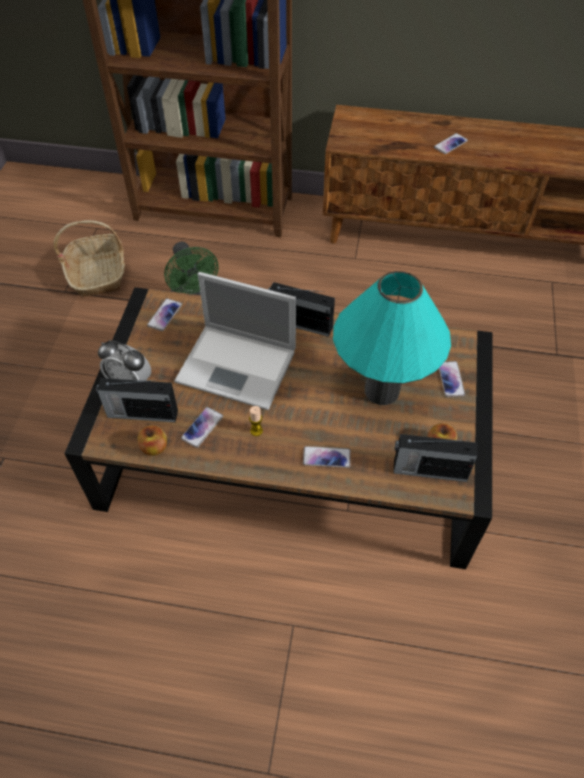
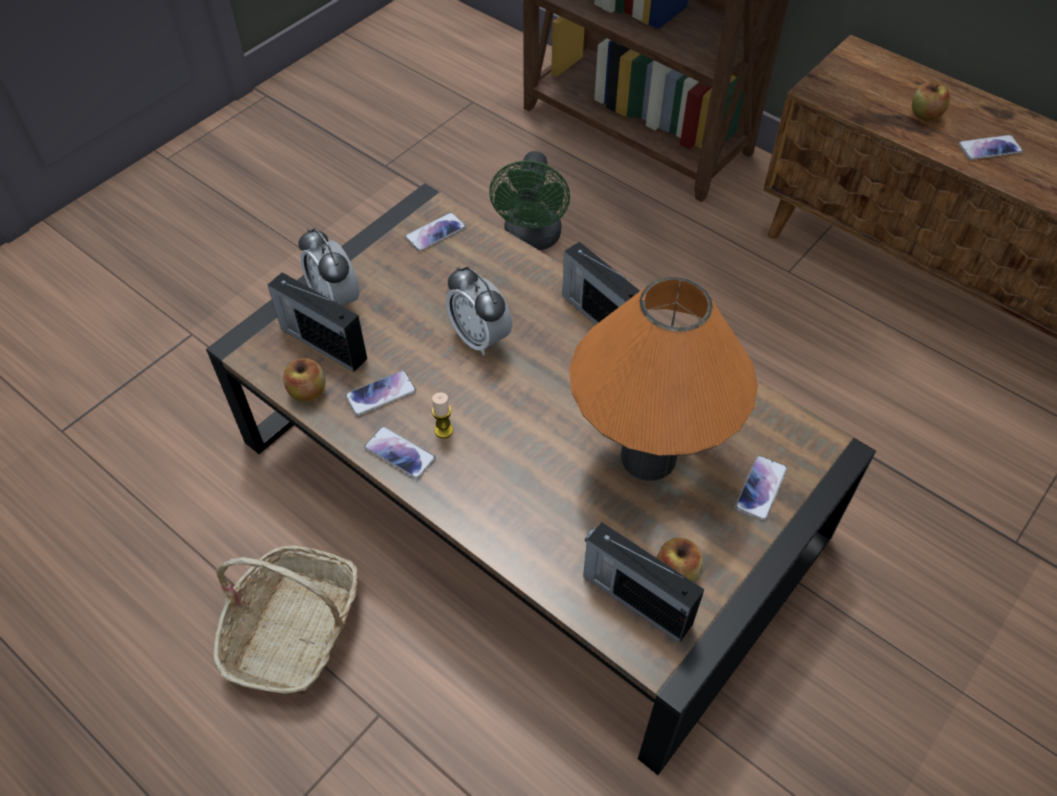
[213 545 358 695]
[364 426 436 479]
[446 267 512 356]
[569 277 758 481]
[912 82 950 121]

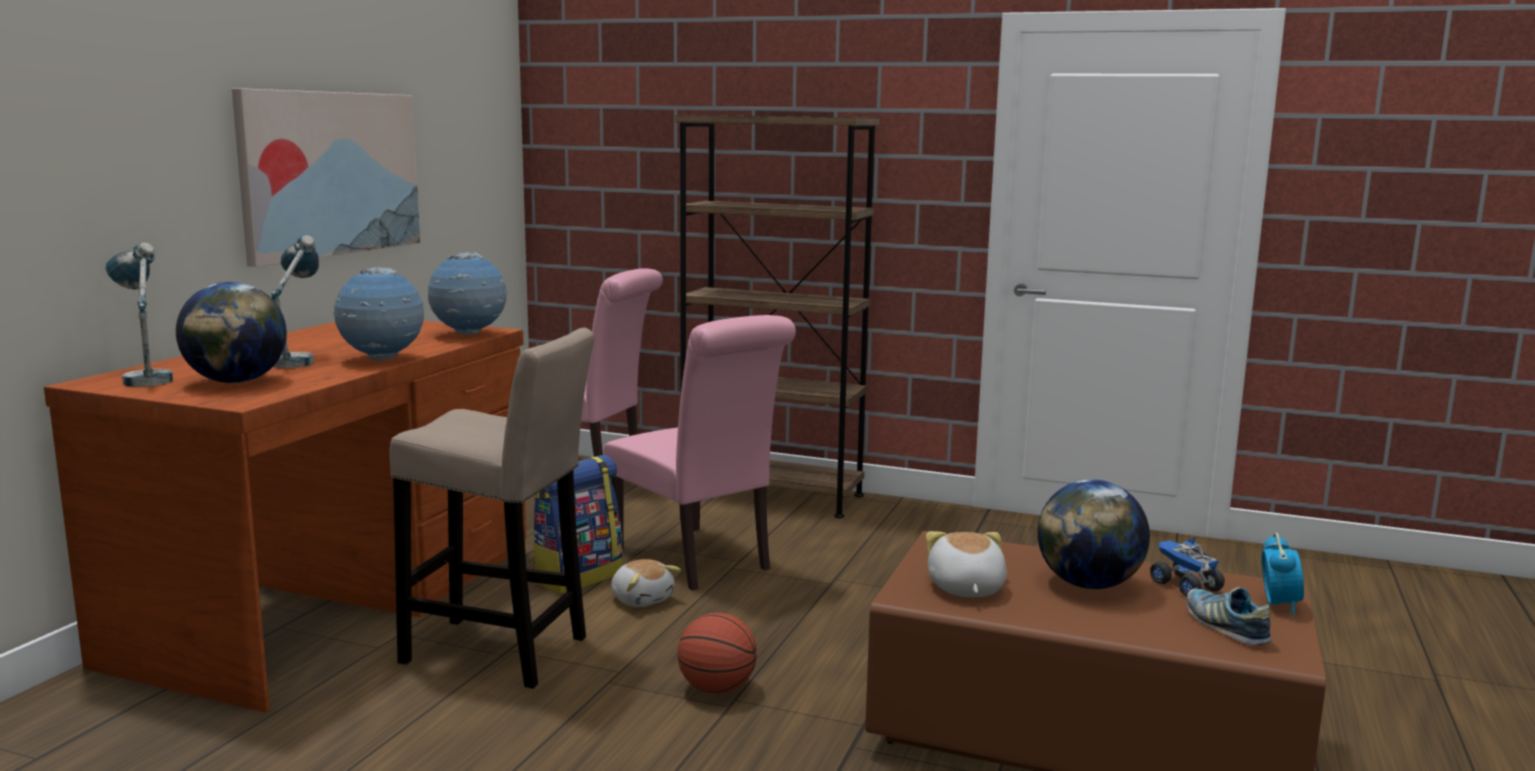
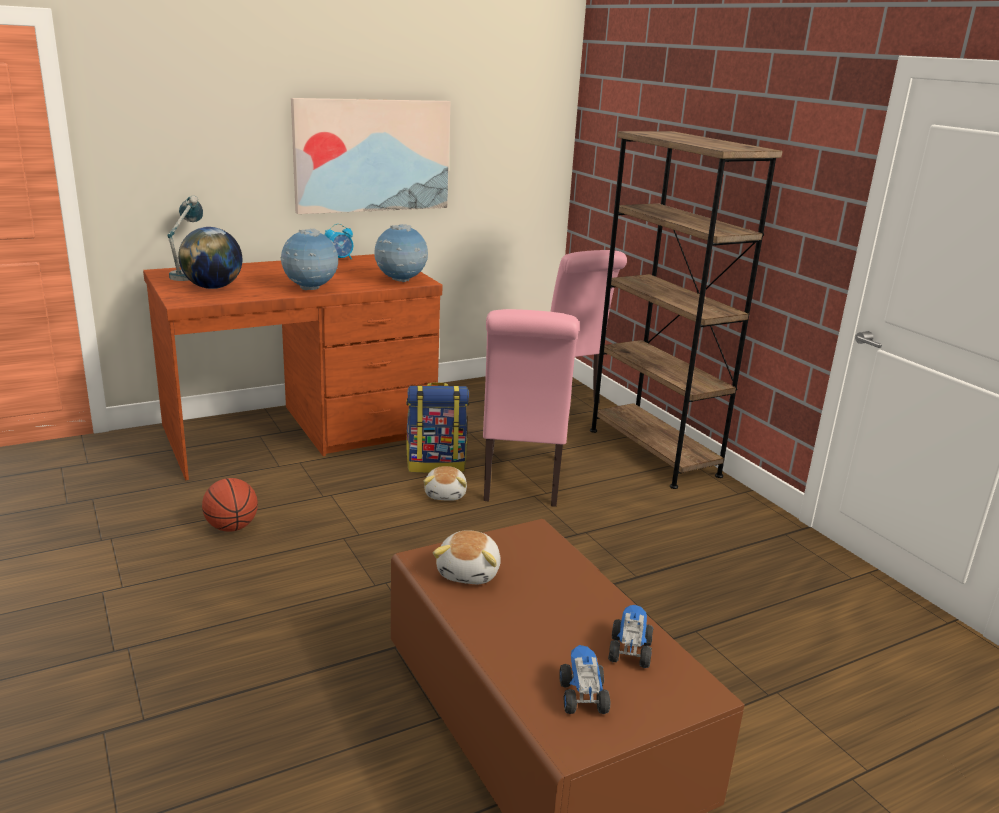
[202 478 258 532]
[325 224 353 260]
[433 530 501 584]
[559 645 611 714]
[271 235 319 368] (first image)
[389 328 595 689] (first image)
[1037 479 1150 589] (first image)

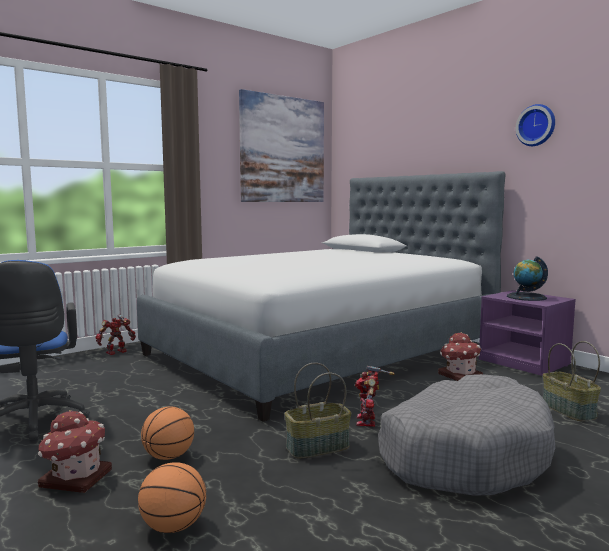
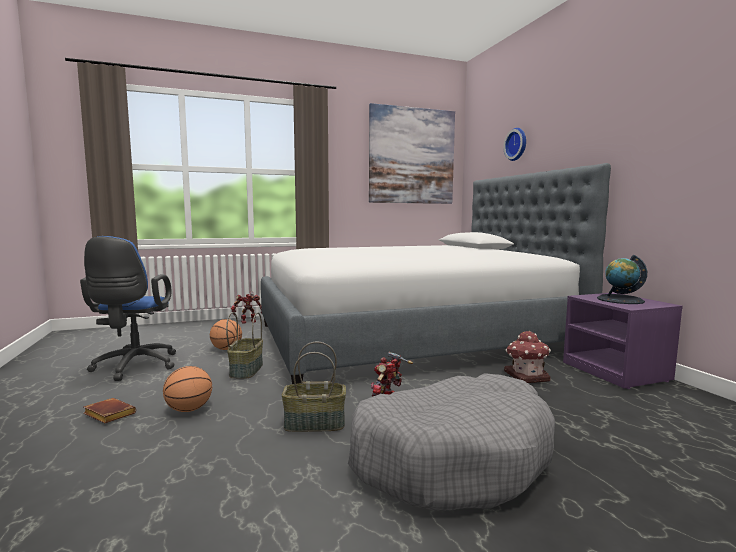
[84 398 136 424]
[210 319 242 350]
[226 312 263 379]
[503 128 526 161]

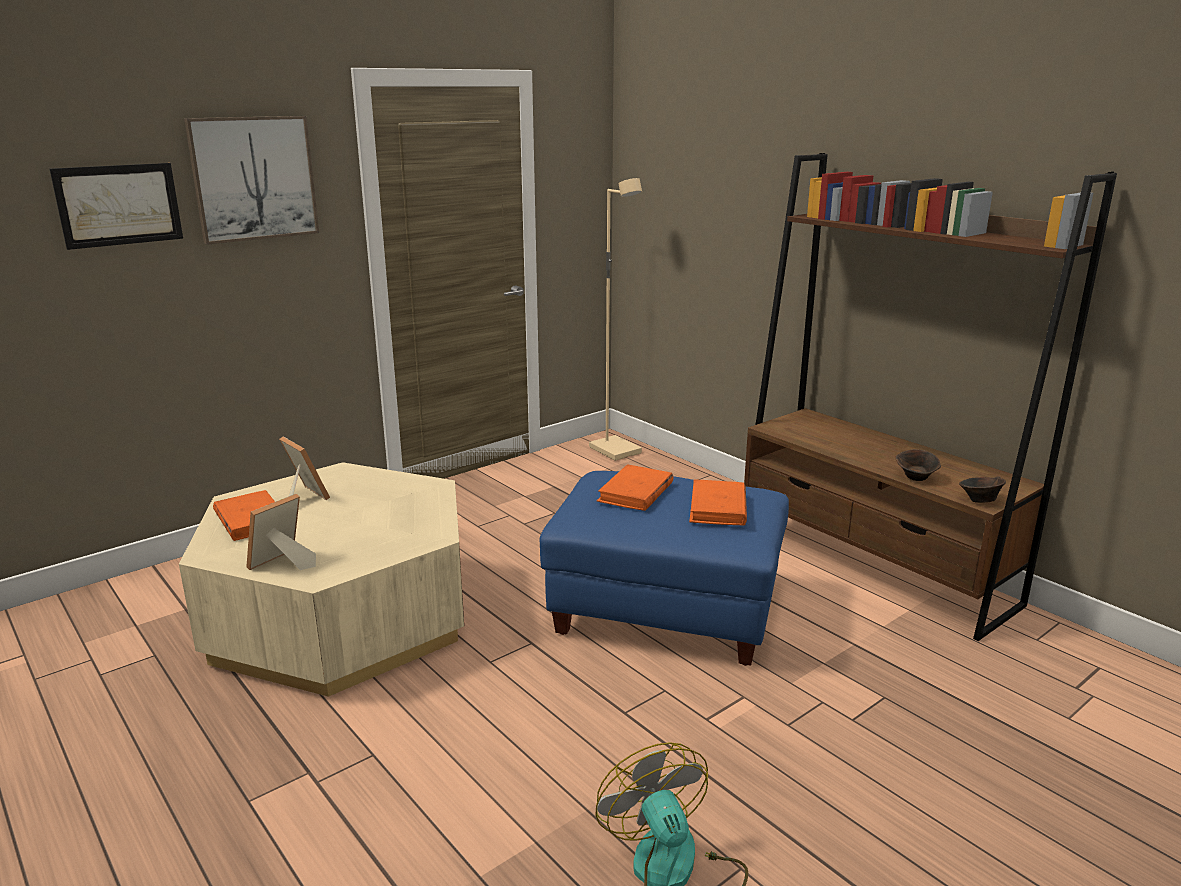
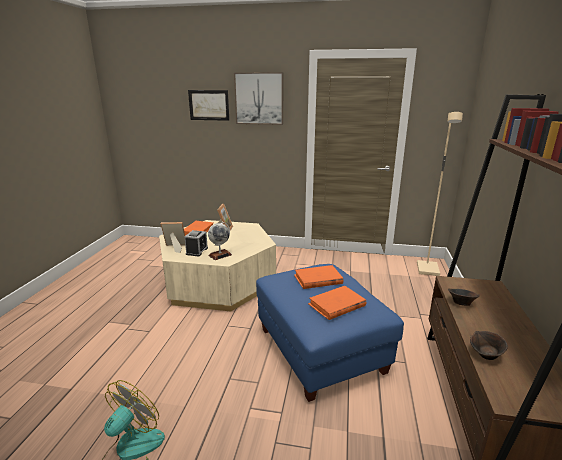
[184 230 208 256]
[208 222 232 260]
[448 289 480 306]

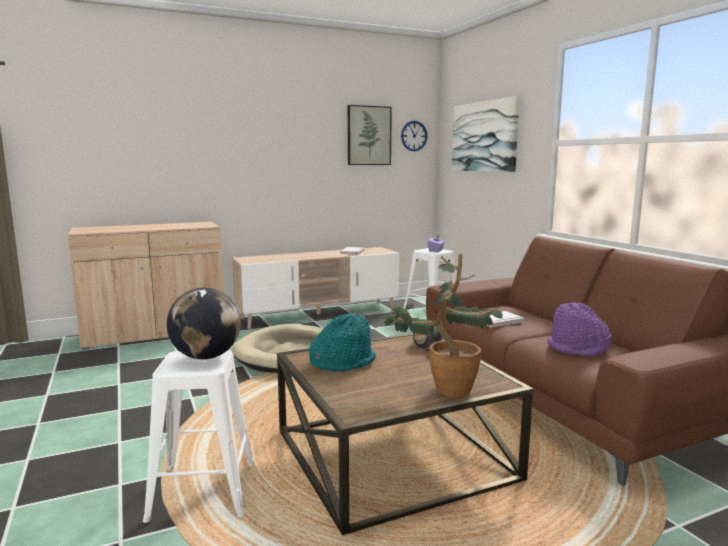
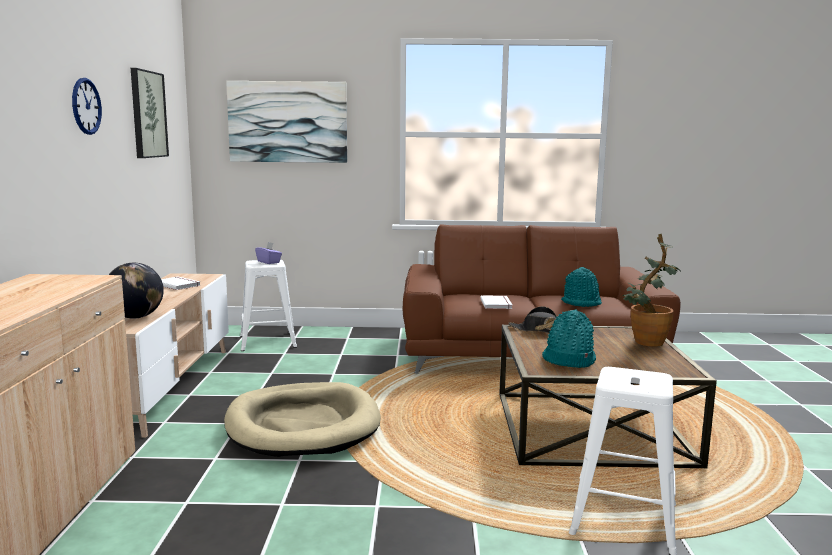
[72 78 102 135]
[109 263 164 319]
[561 267 602 307]

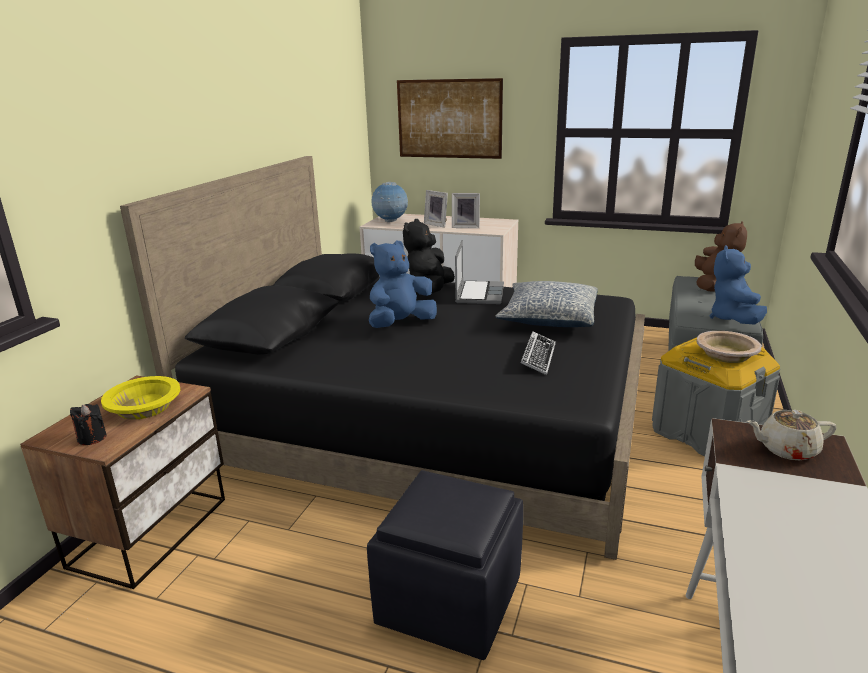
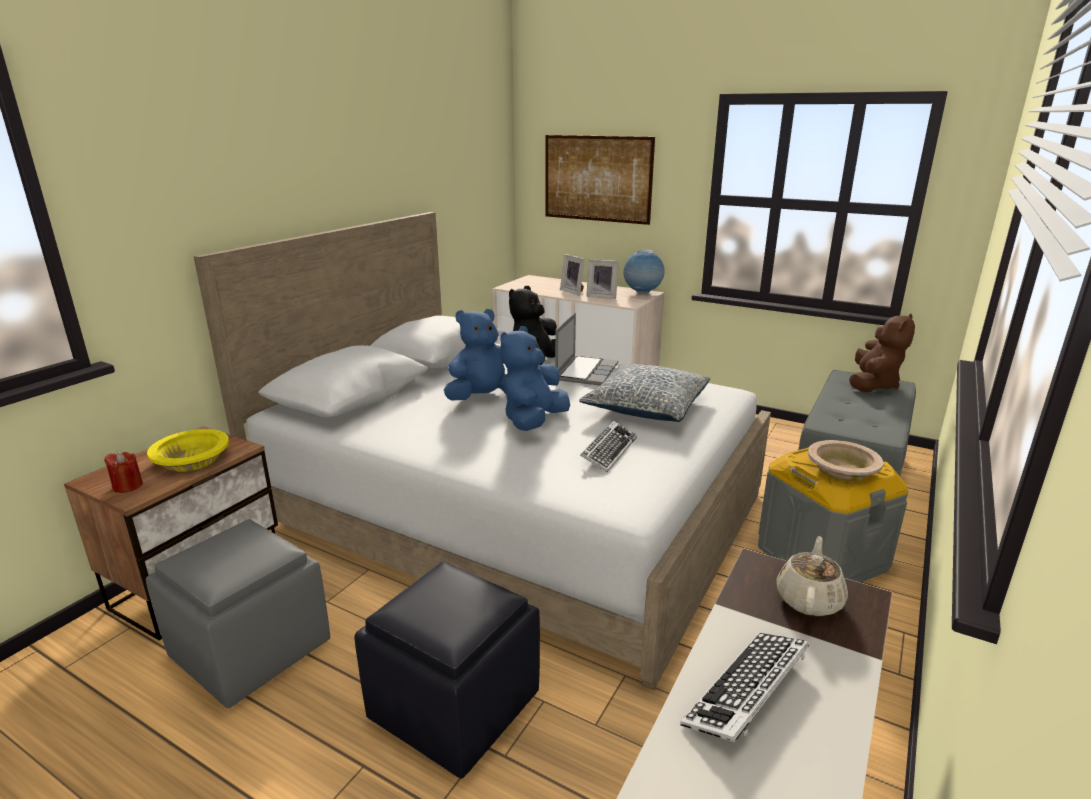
[104 452 143 493]
[146 519 330 708]
[194 212 771 690]
[500 326 570 431]
[623 249 665 294]
[680 633 809 742]
[776 536 848 616]

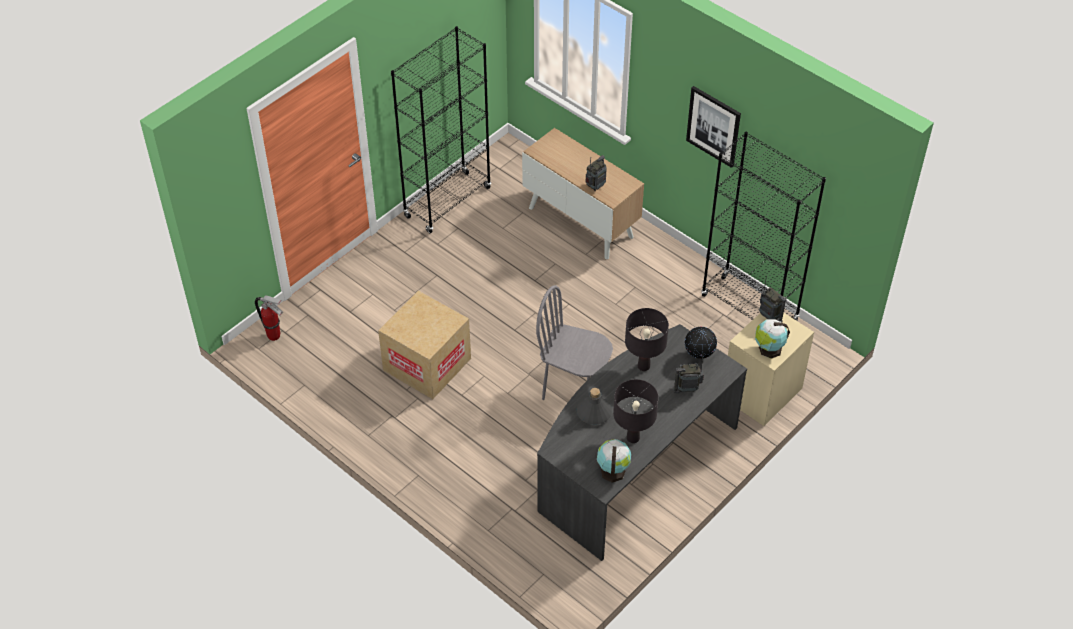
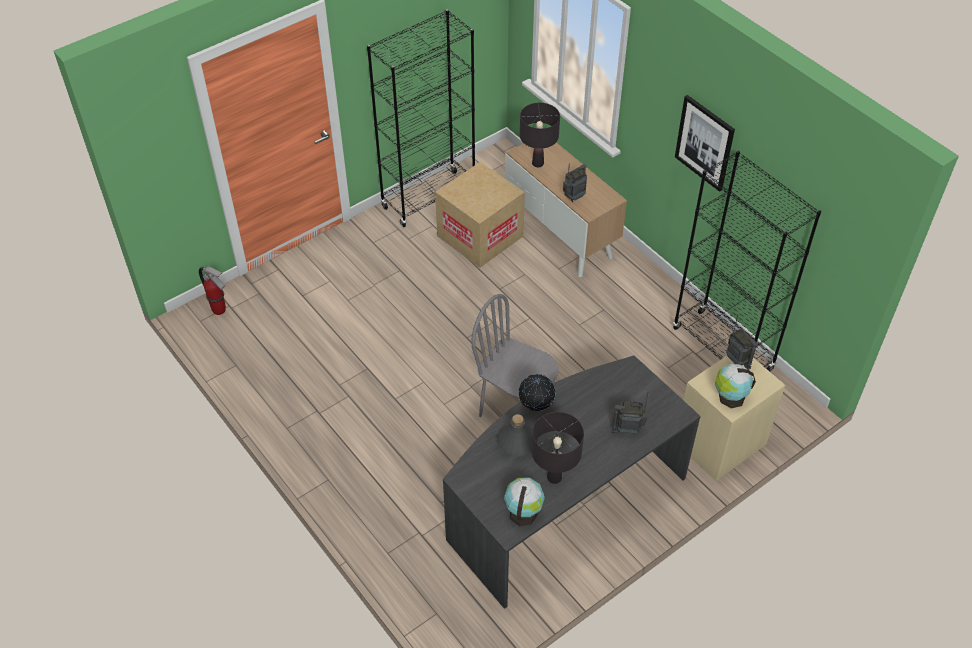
[435 162 525 268]
[518 374 555 411]
[520 103 560 167]

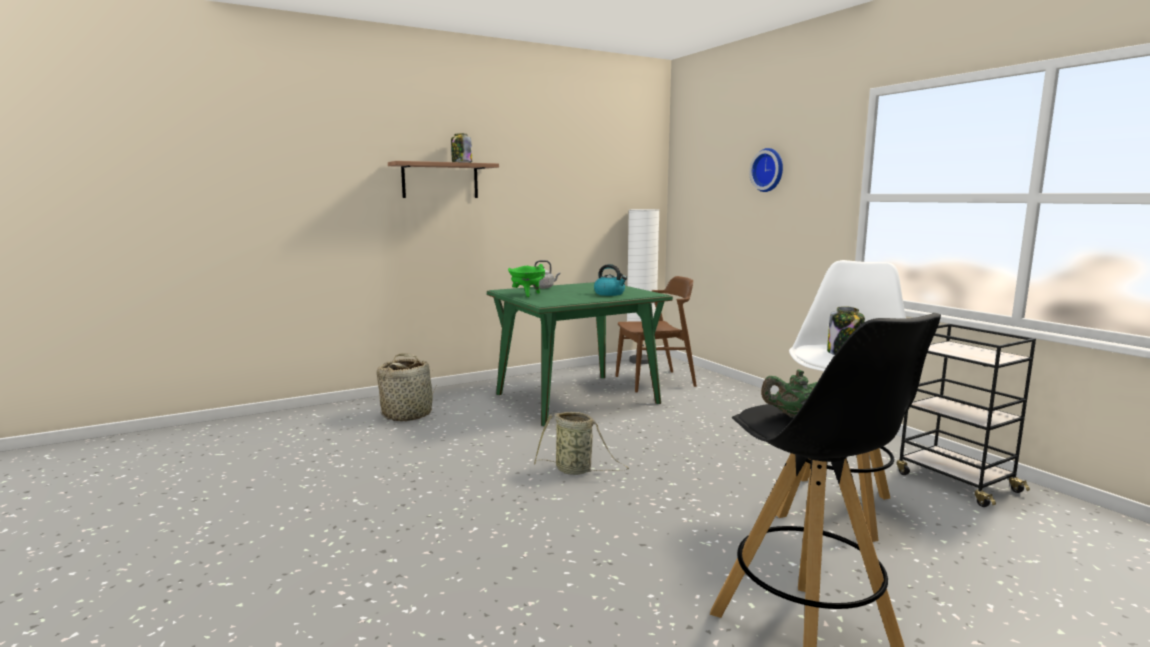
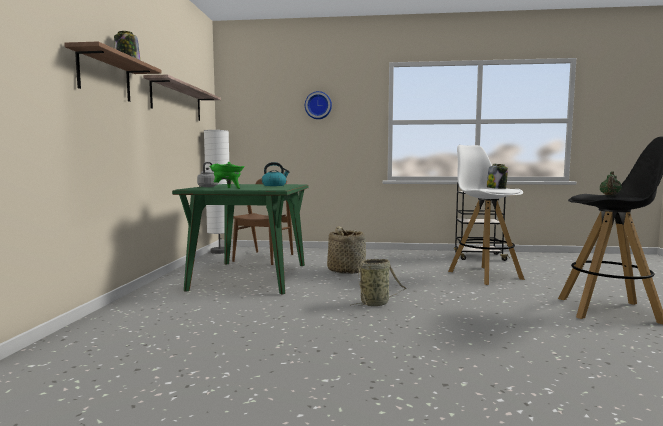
[143 75 221 121]
[327 226 366 274]

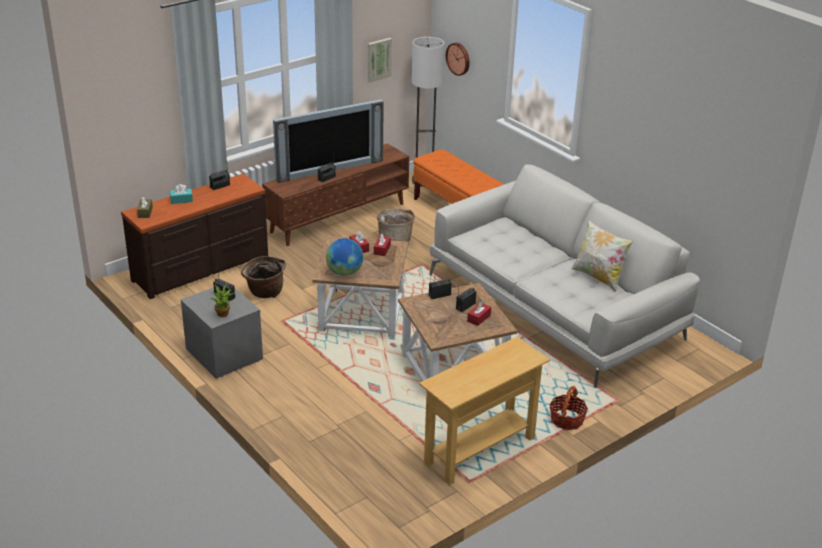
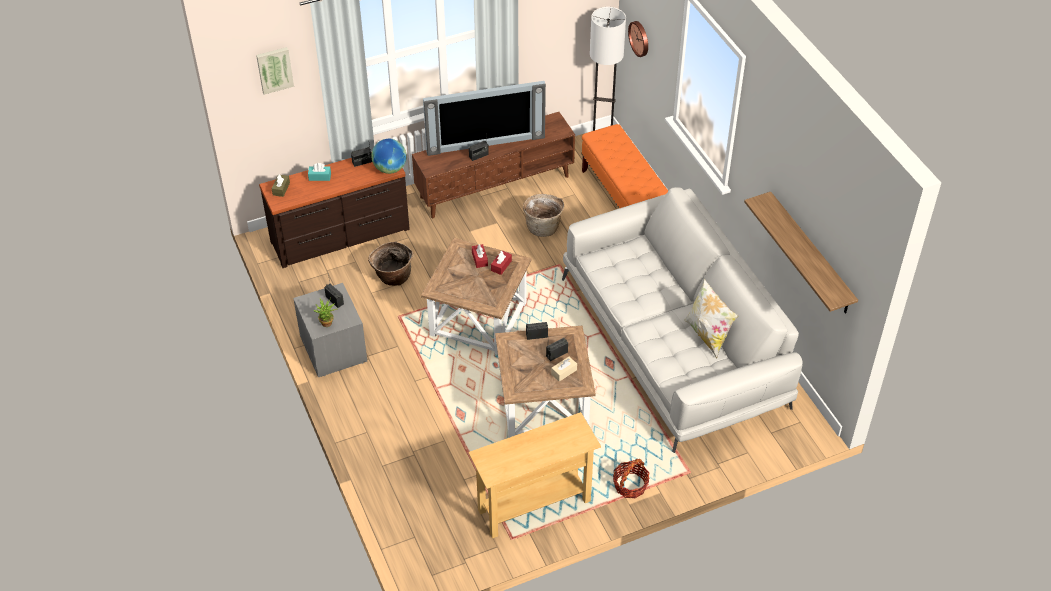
[256 47 294 95]
[371 139 407 174]
[551 357 577 382]
[744 192 858 314]

